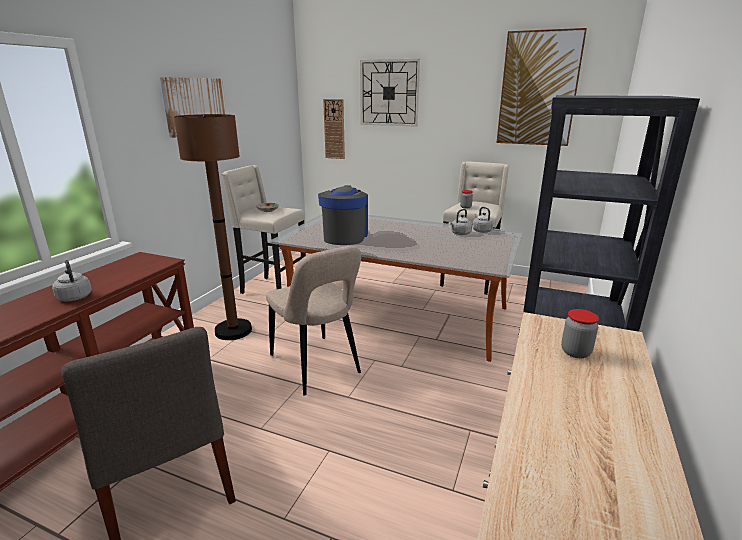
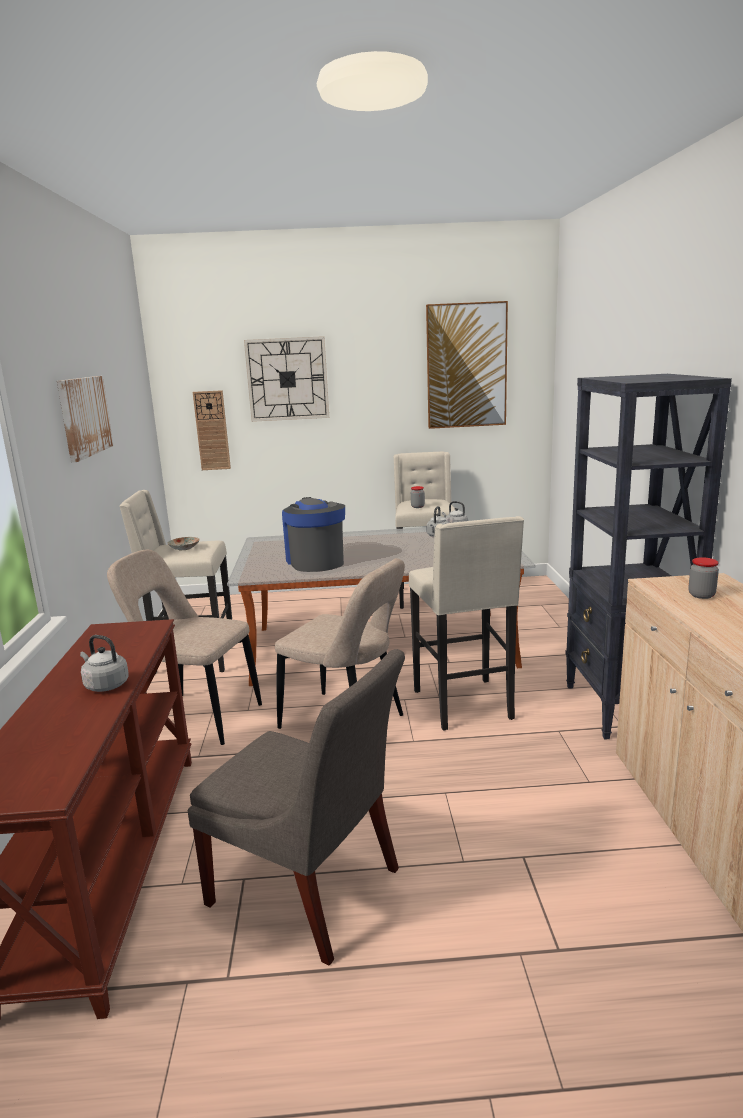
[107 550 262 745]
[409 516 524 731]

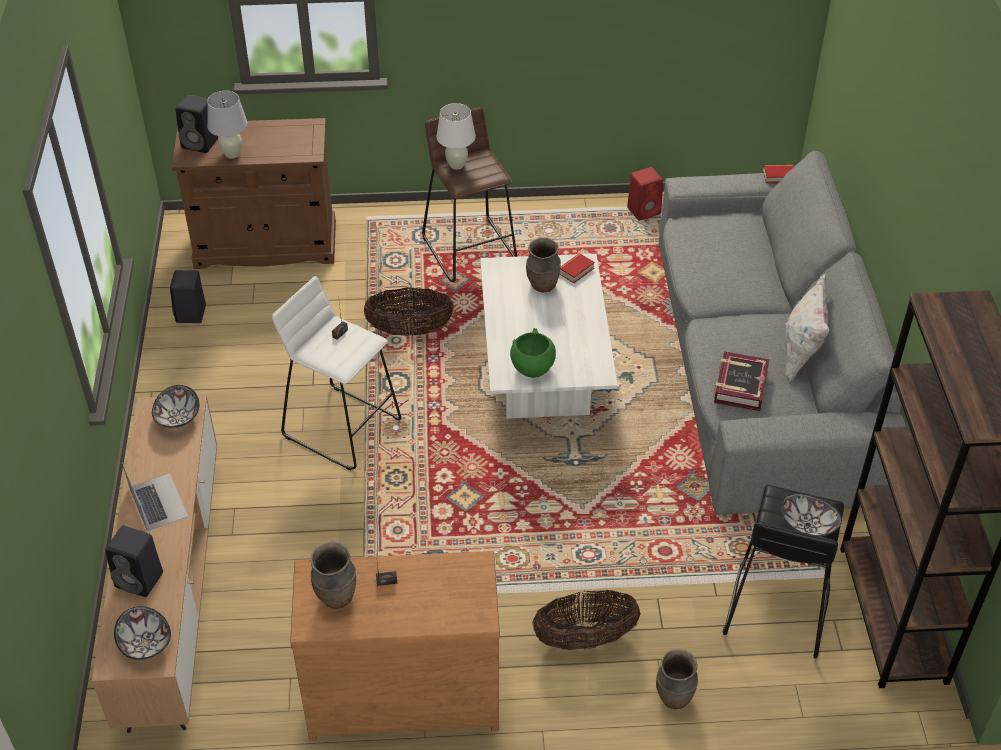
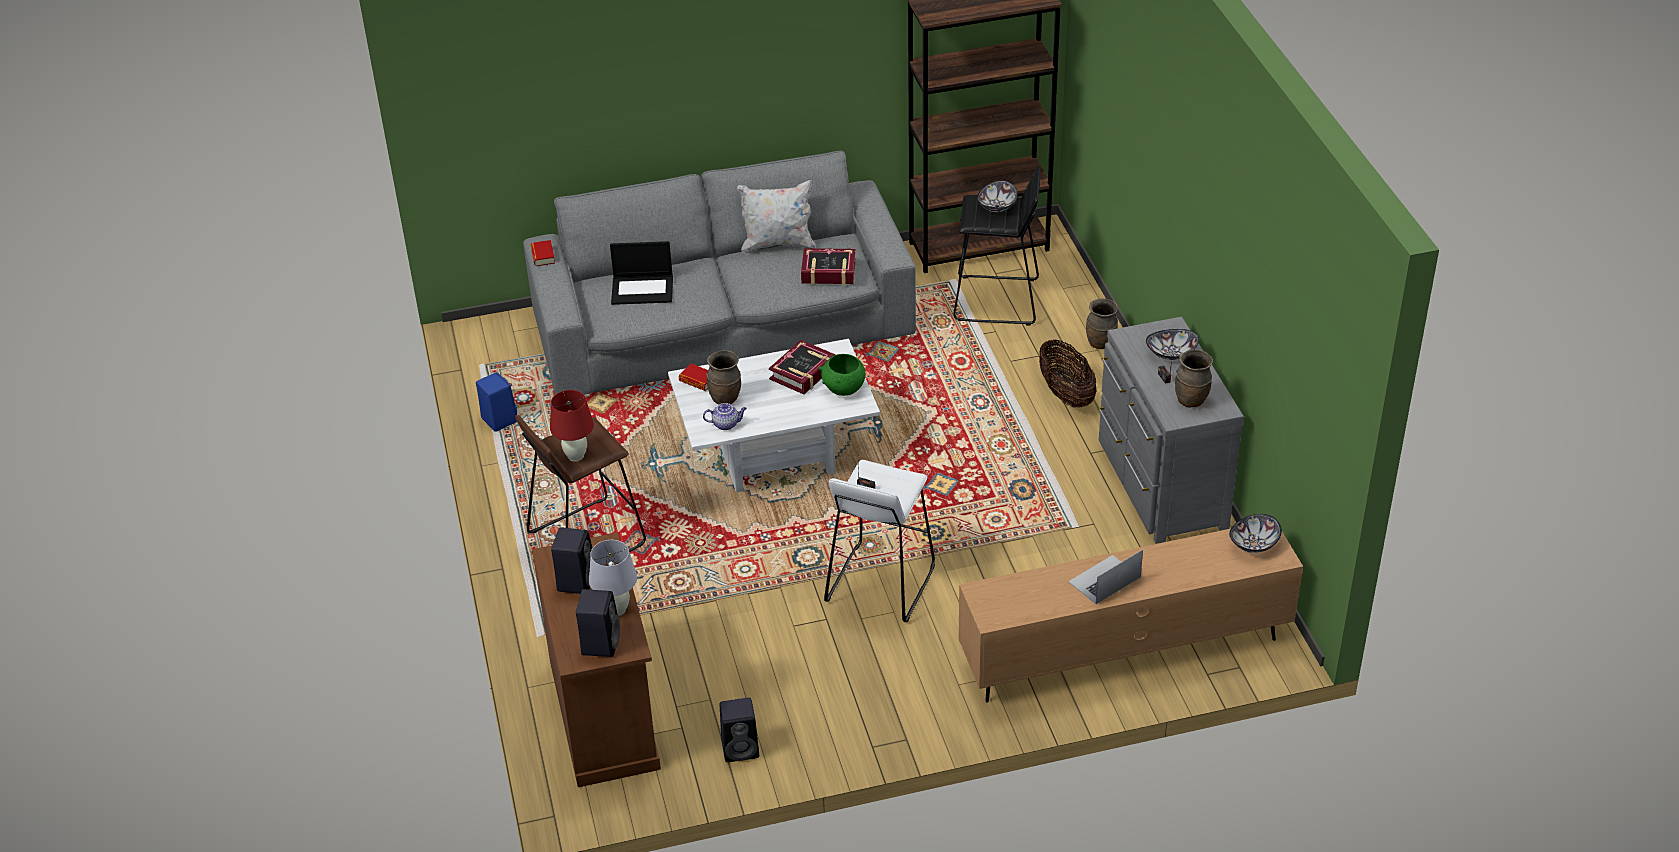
[476 372 517 432]
[550 390 594 462]
[551 527 592 594]
[610 241 673 305]
[703 403 747 430]
[769 340 836 395]
[1098 317 1244 544]
[1146 329 1199 360]
[364 287 454 336] (first image)

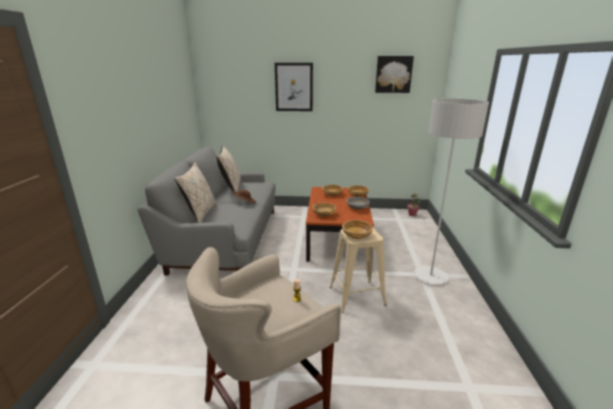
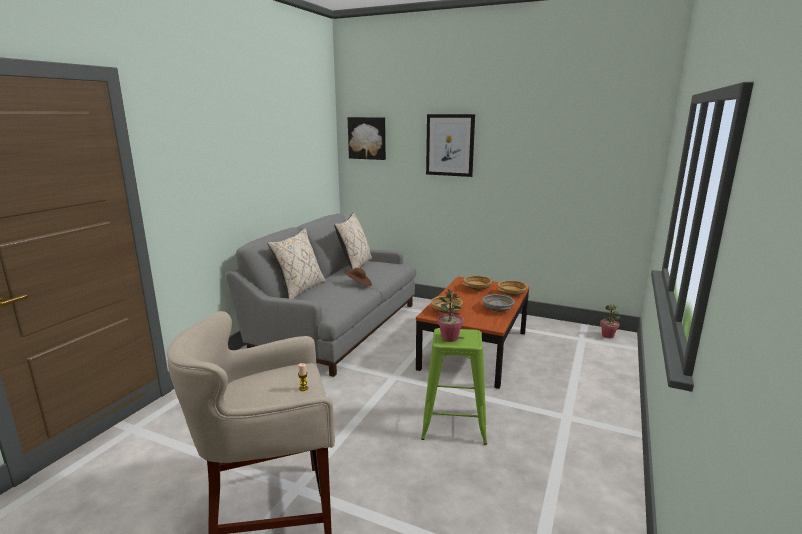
[348 117 386 160]
[421 328 487 445]
[437 288 464 342]
[414 99 489 285] (first image)

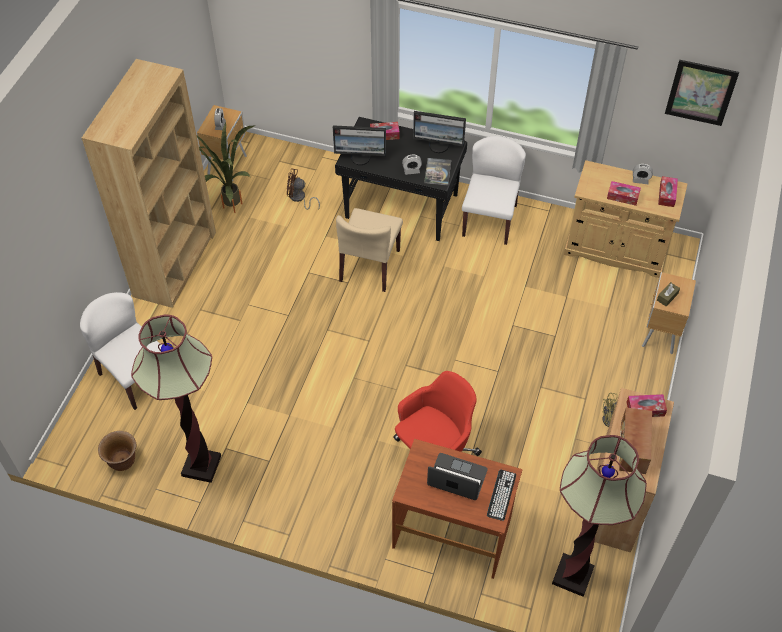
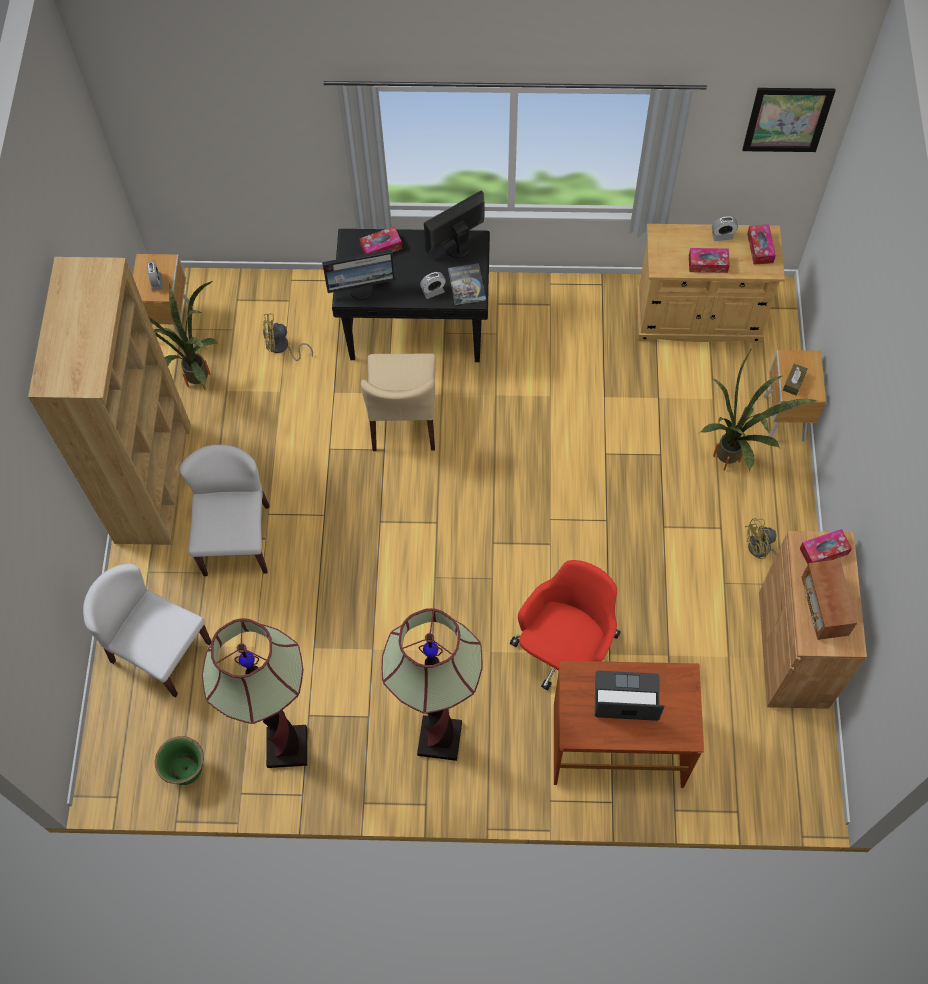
[155 736 204 785]
[180 444 269 576]
[263 313 313 361]
[382 608 482 761]
[424 190 484 258]
[700 348 817 472]
[487 470 516 521] (first image)

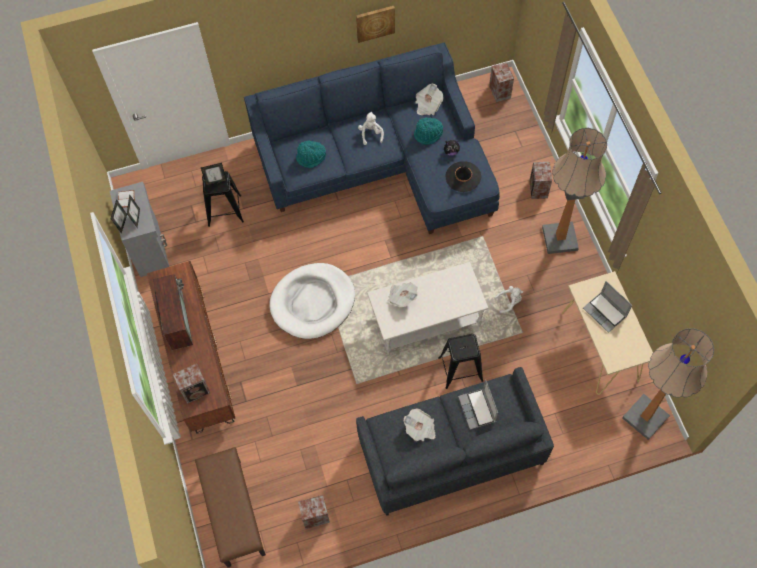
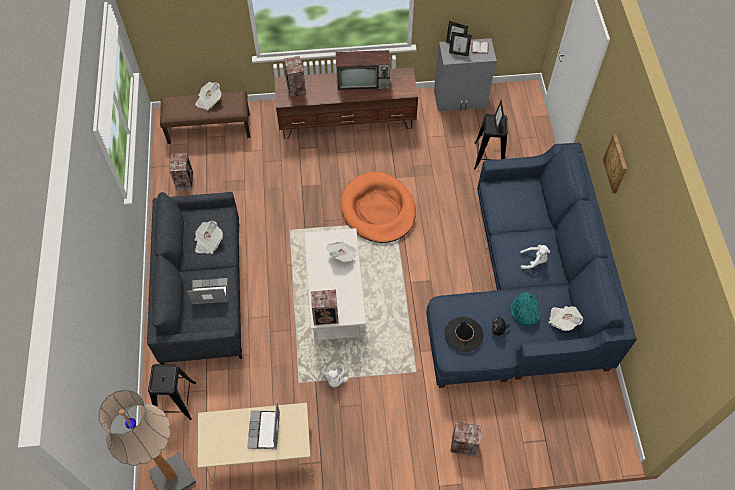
[148 364 196 420]
[195 82 222 111]
[247 401 280 449]
[311 289 338 325]
[341 172 416 243]
[603 134 627 193]
[296 141 326 168] (first image)
[542 128 607 254] (first image)

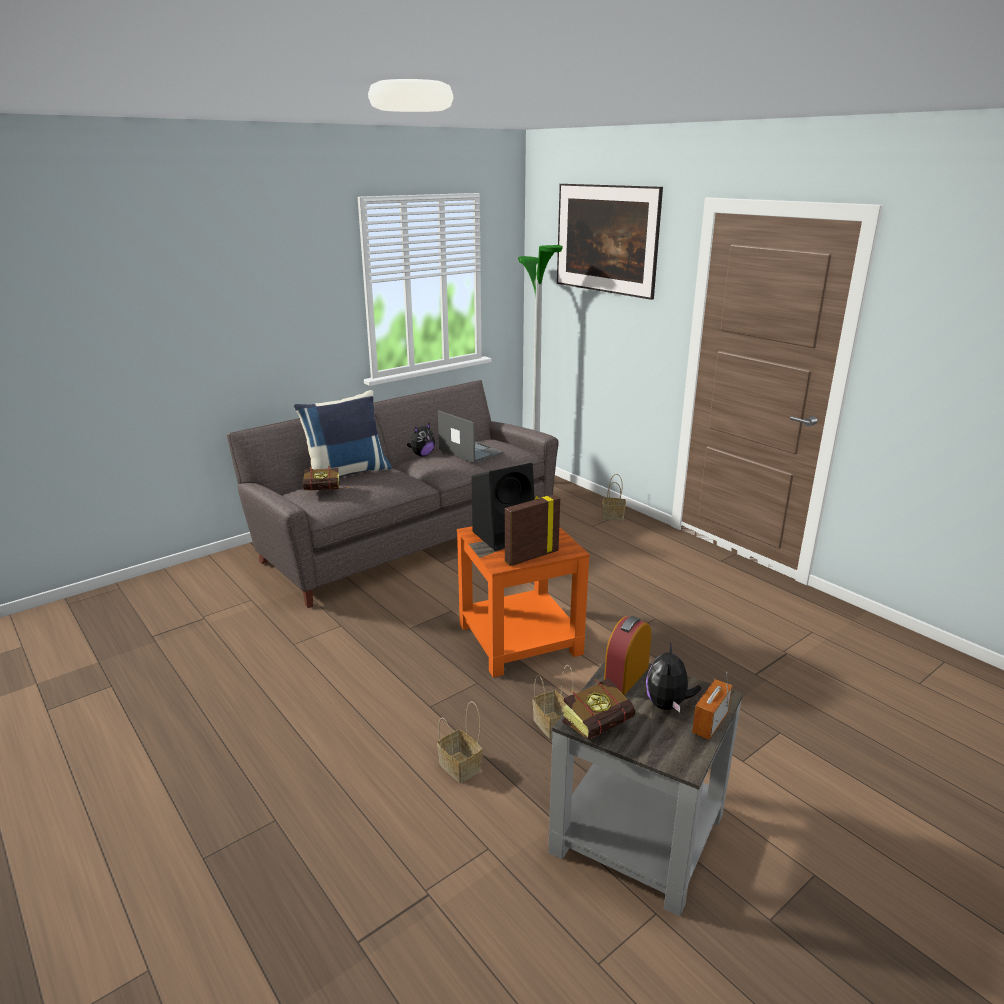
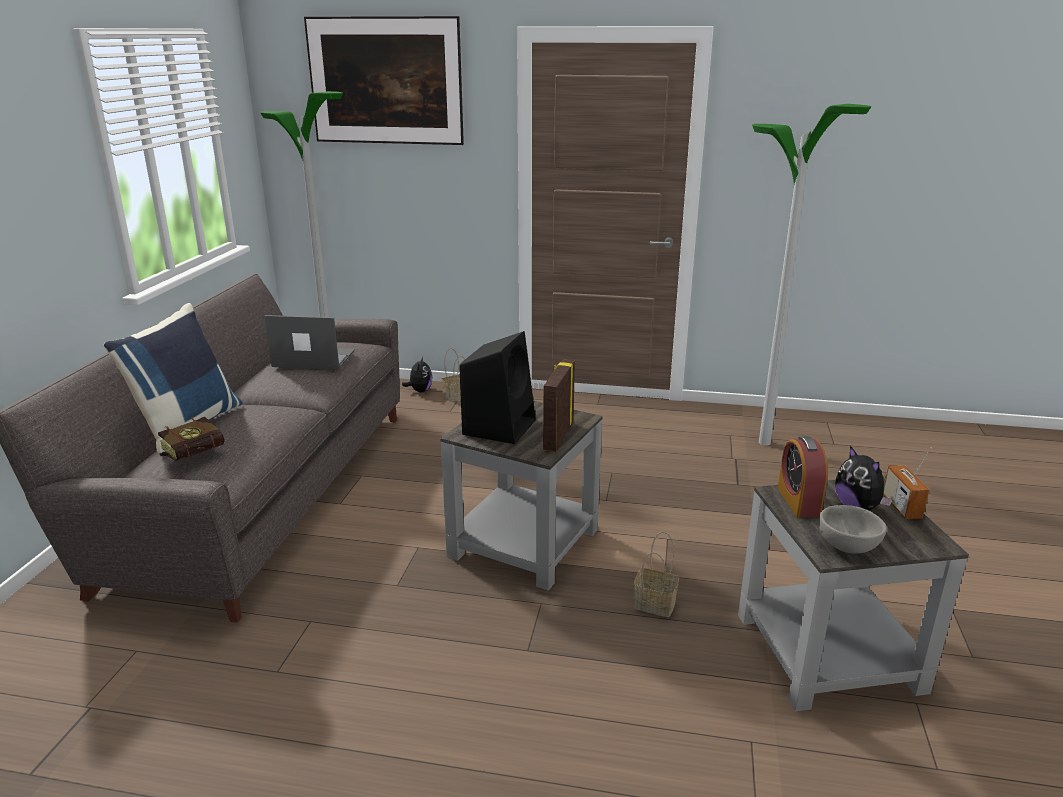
[402 357 433 392]
[440 401 603 591]
[752 104 871 446]
[818 505 887 554]
[437 701 482 783] (first image)

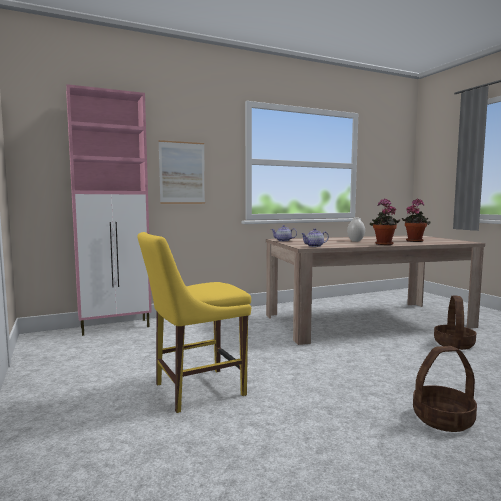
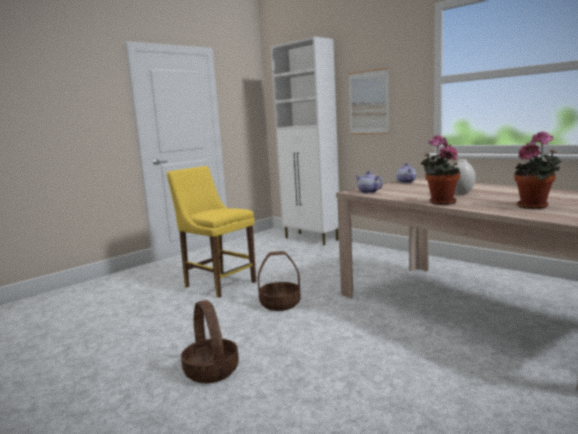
[258 251 301 311]
[271 36 339 245]

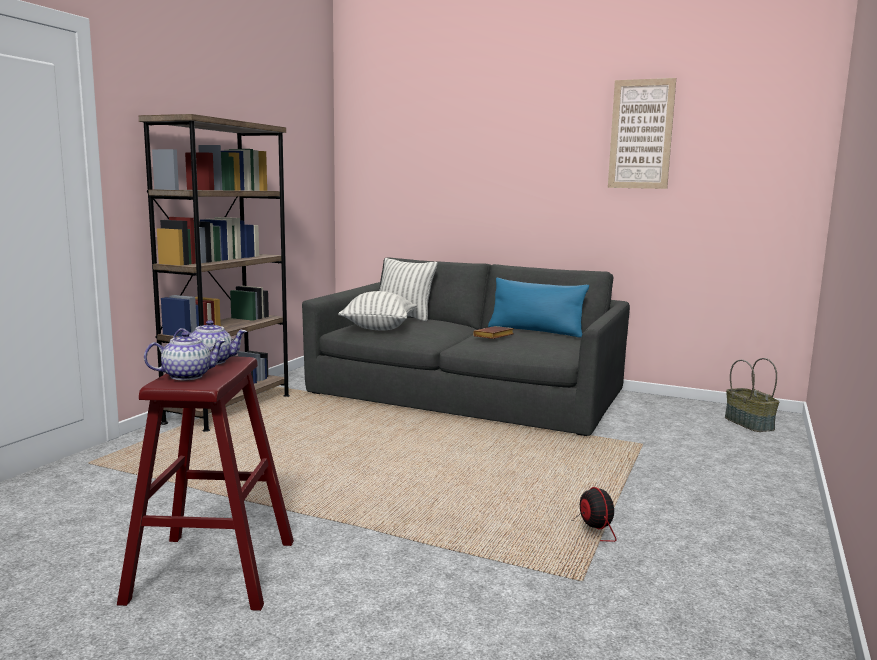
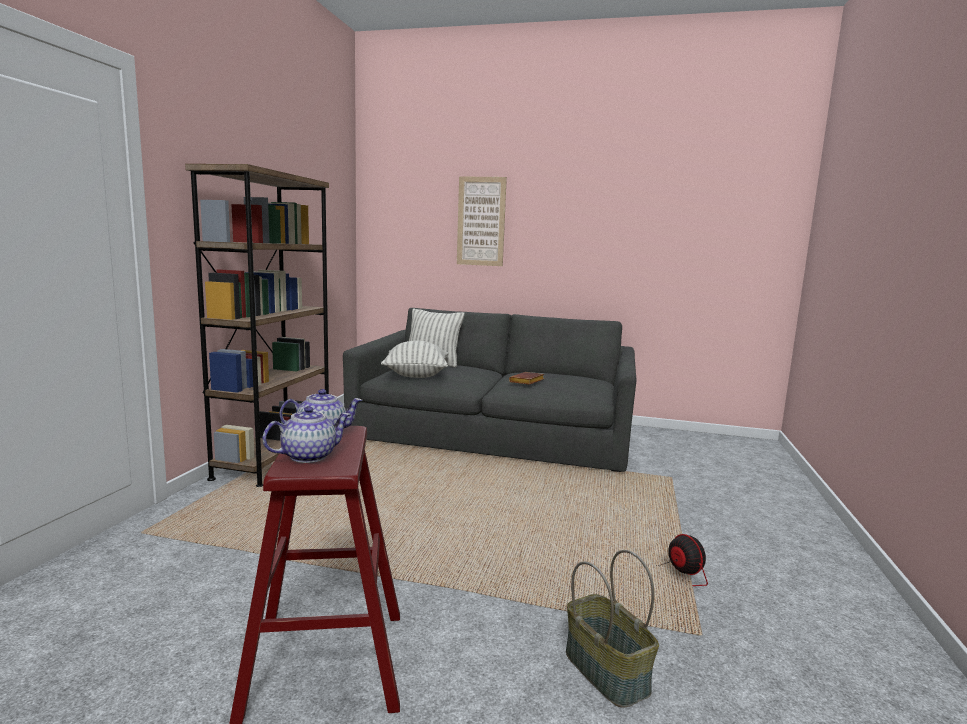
[457 176 507 266]
[566 550 659 707]
[488 278 589 337] (first image)

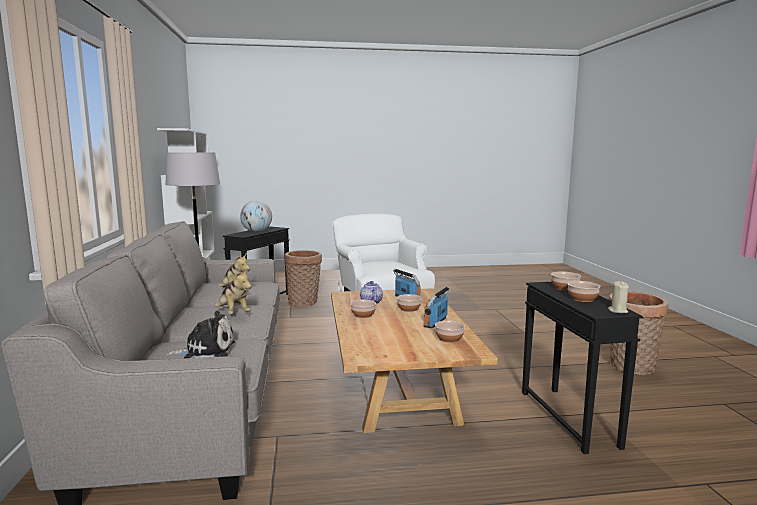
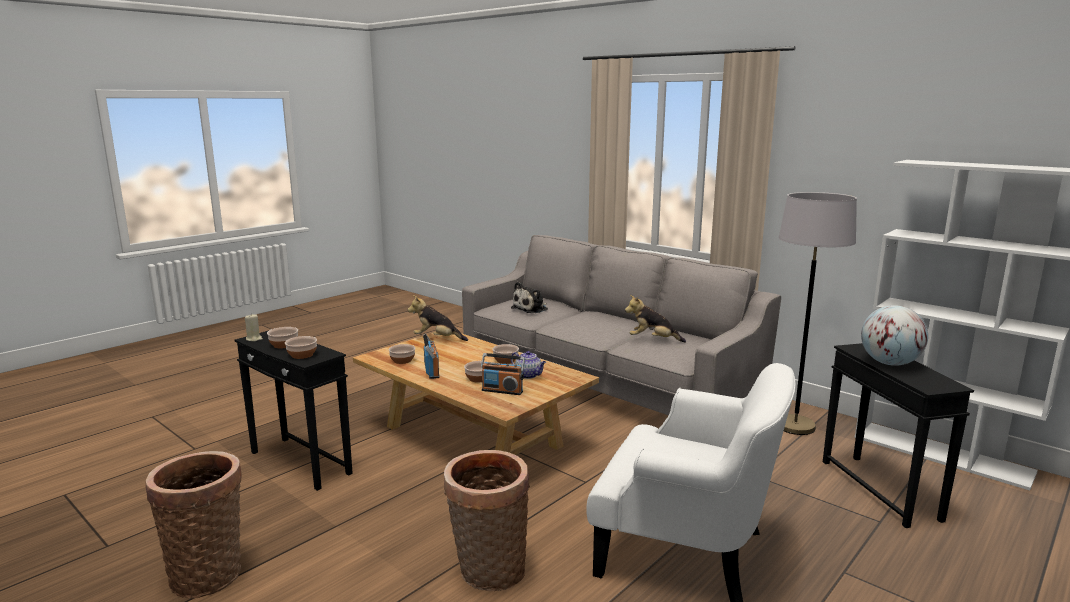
[408 295 468 341]
[444 450 530 591]

